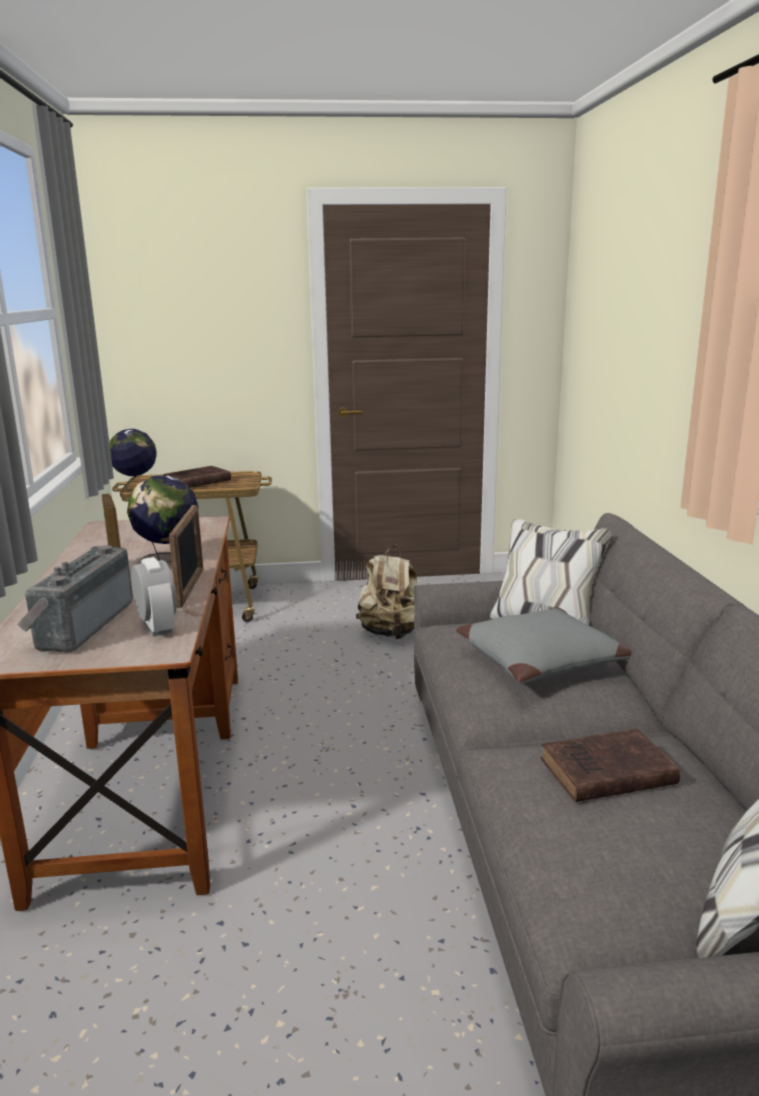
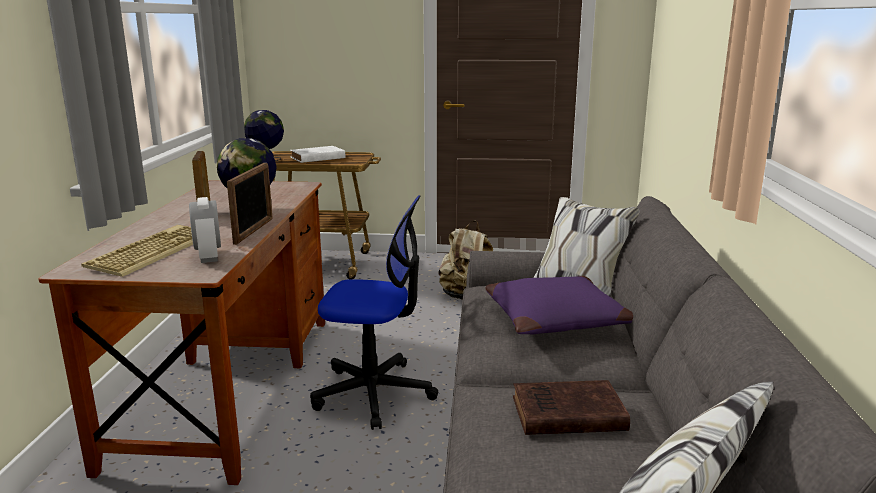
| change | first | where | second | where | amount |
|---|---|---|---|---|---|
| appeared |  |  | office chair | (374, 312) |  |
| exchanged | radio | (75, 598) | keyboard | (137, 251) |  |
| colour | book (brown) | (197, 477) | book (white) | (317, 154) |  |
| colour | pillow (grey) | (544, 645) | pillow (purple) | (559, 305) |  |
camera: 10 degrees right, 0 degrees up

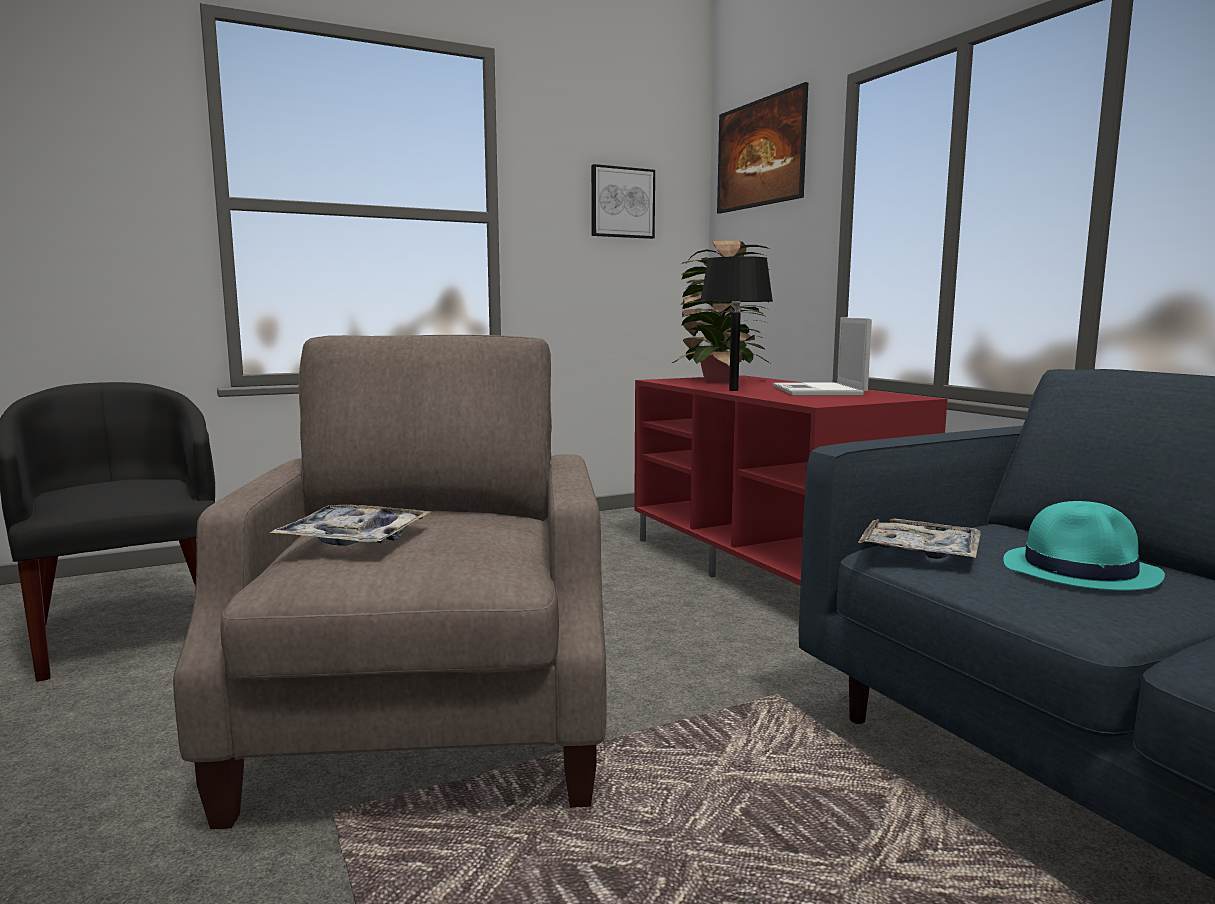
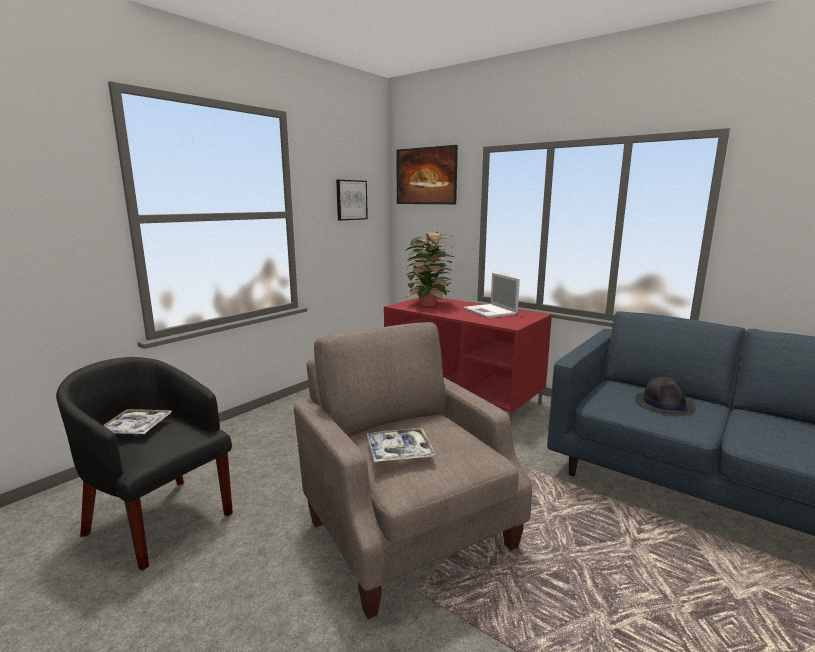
| change | first | where | second | where | amount |
|---|---|---|---|---|---|
| missing | table lamp (black) | (736, 323) |  |  |  |
| relocated | tray | (919, 539) |  | (137, 421) |  |
| colour | hat (turquoise) | (1084, 545) | hat (black) | (665, 395) |  |
camera: 25 degrees left, 5 degrees up

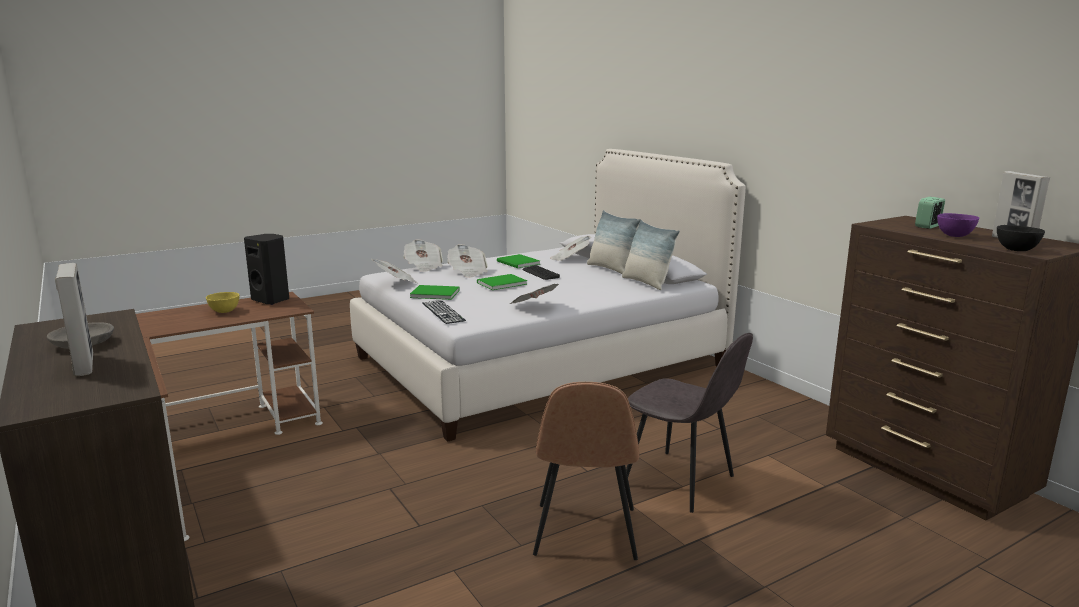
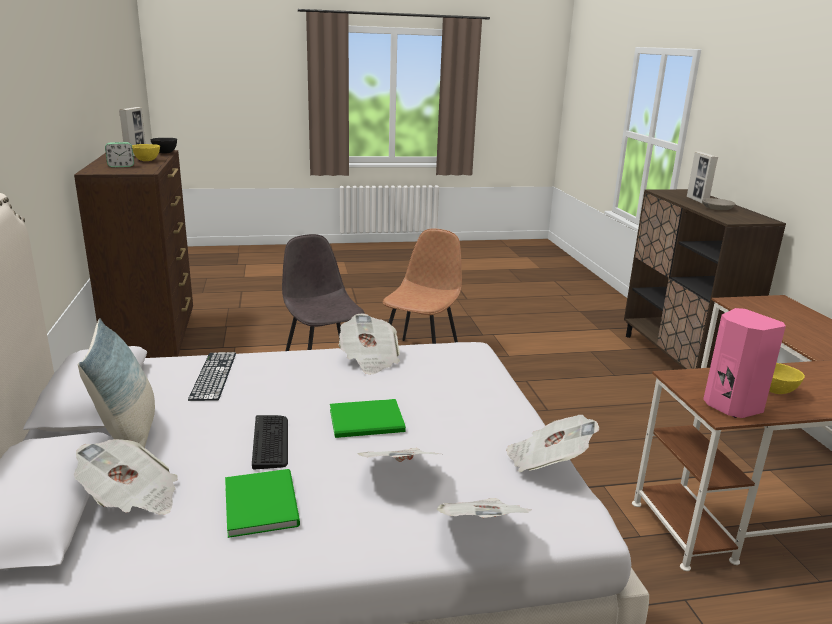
| change | first | where | second | where | amount |
|---|---|---|---|---|---|
| missing | book (green) | (435, 292) |  |  |  |
| missing | pillow | (651, 255) |  |  |  |
| relocated | keyboard | (444, 312) |  | (212, 376) |  |
| colour | speaker (black) | (266, 269) | speaker (pink) | (744, 363) |  |
| colour | bowl (purple) | (958, 225) | bowl (yellow) | (146, 152) |  |
camera: 160 degrees left, 5 degrees up

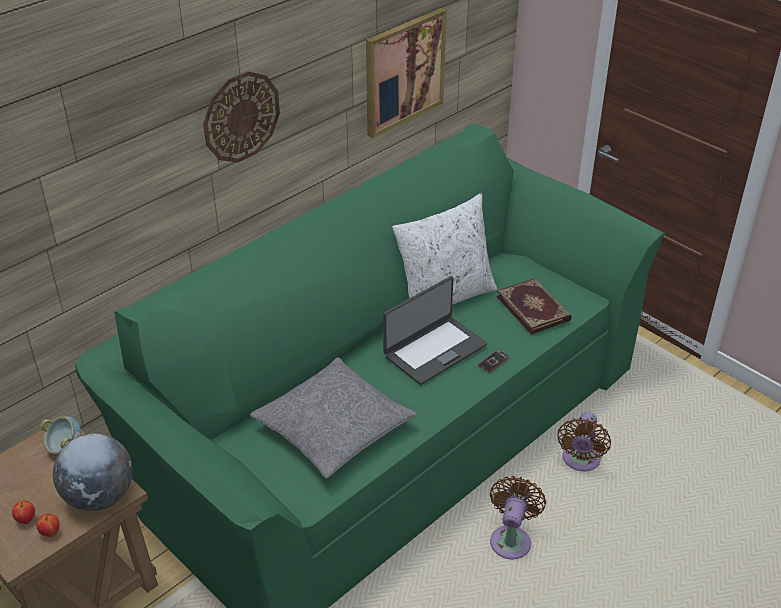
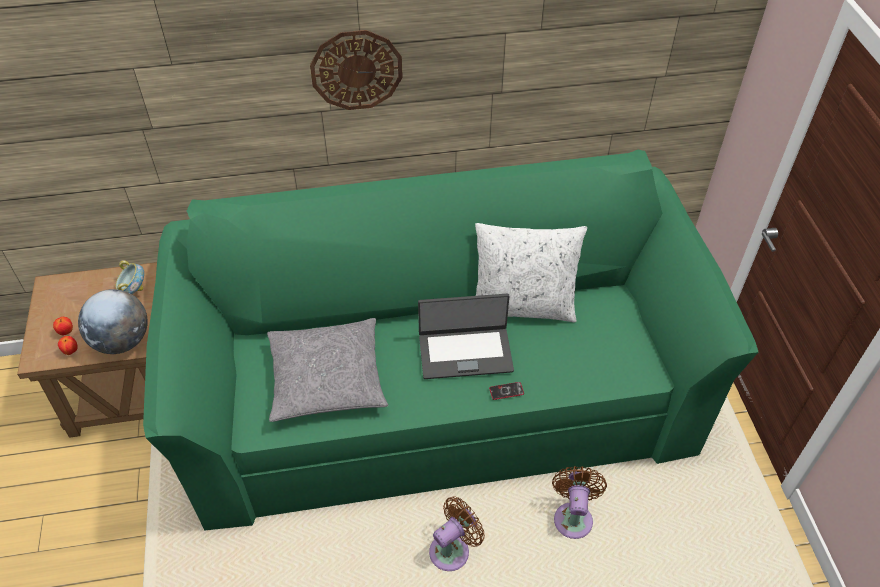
| change | first | where | second | where | amount |
|---|---|---|---|---|---|
| missing | picture | (406, 73) |  |  |  |
| missing | book | (534, 306) |  |  |  |
| spun | fan (brown) | (584, 441) |  | (579, 502) | 135 degrees clockwise |
camera: 35 degrees right, 10 degrees up

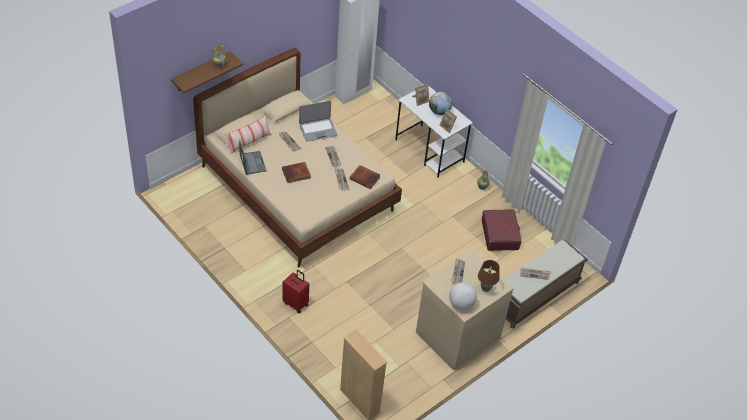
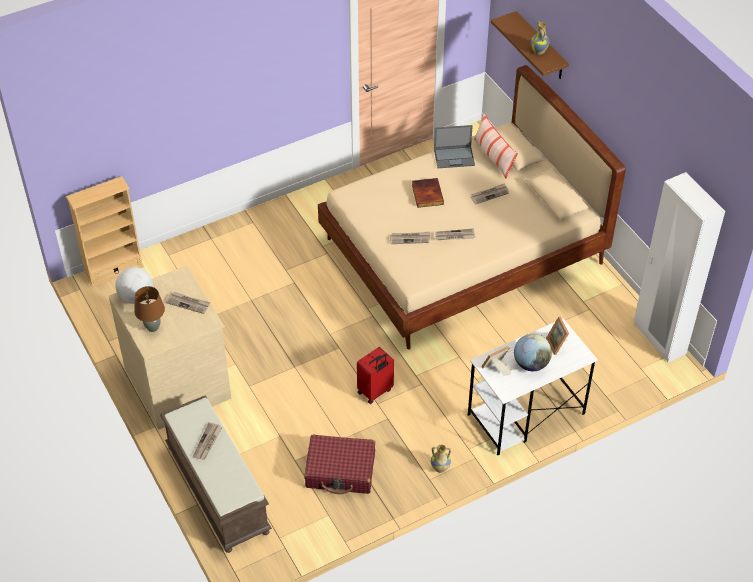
| change | first | where | second | where | amount |
|---|---|---|---|---|---|
| missing | laptop | (318, 121) |  |  |  |
| missing | book | (365, 177) |  |  |  |
| relocated | suitcase (red) | (295, 291) |  | (375, 375) |  |
camera: 105 degrees right, 0 degrees up

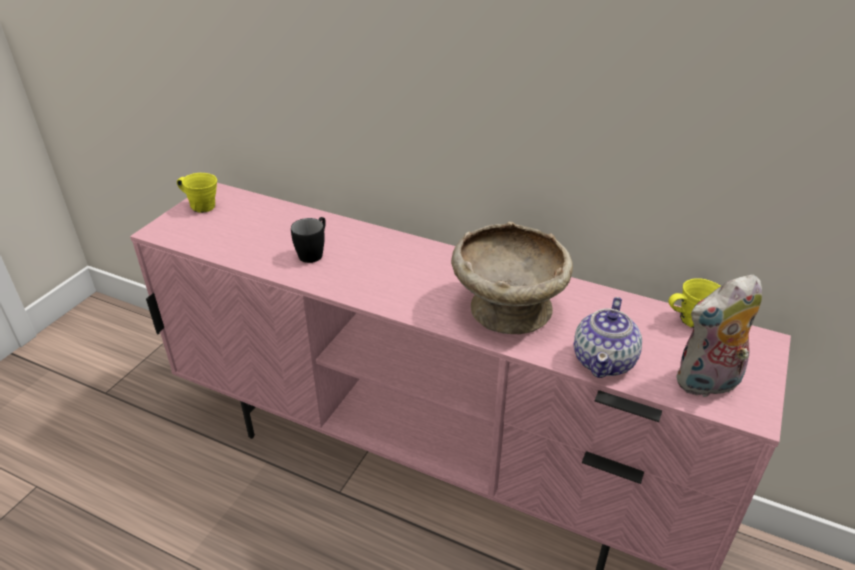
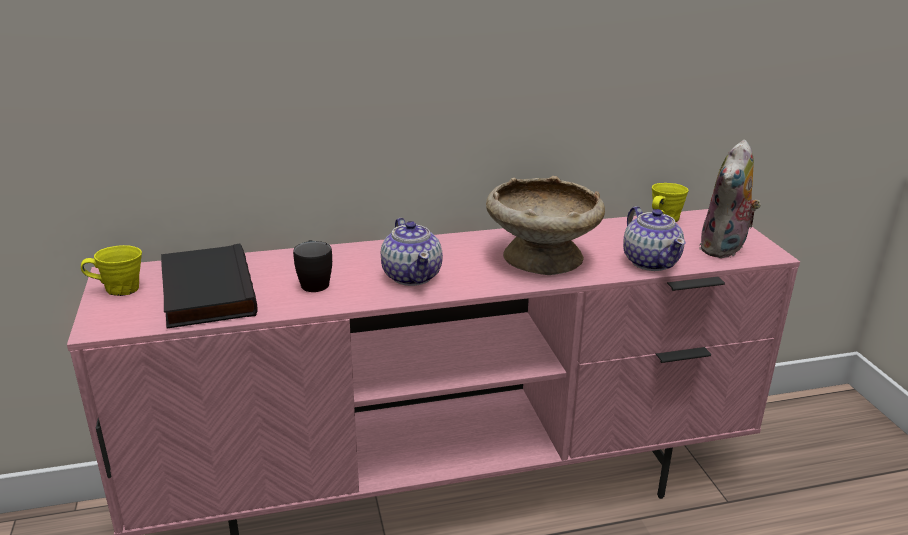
| change | first | where | second | where | amount |
|---|---|---|---|---|---|
| appeared |  |  | book (black) | (209, 286) |  |
| appeared |  |  | teapot | (412, 252) |  |
camera: 40 degrees left, 10 degrees down

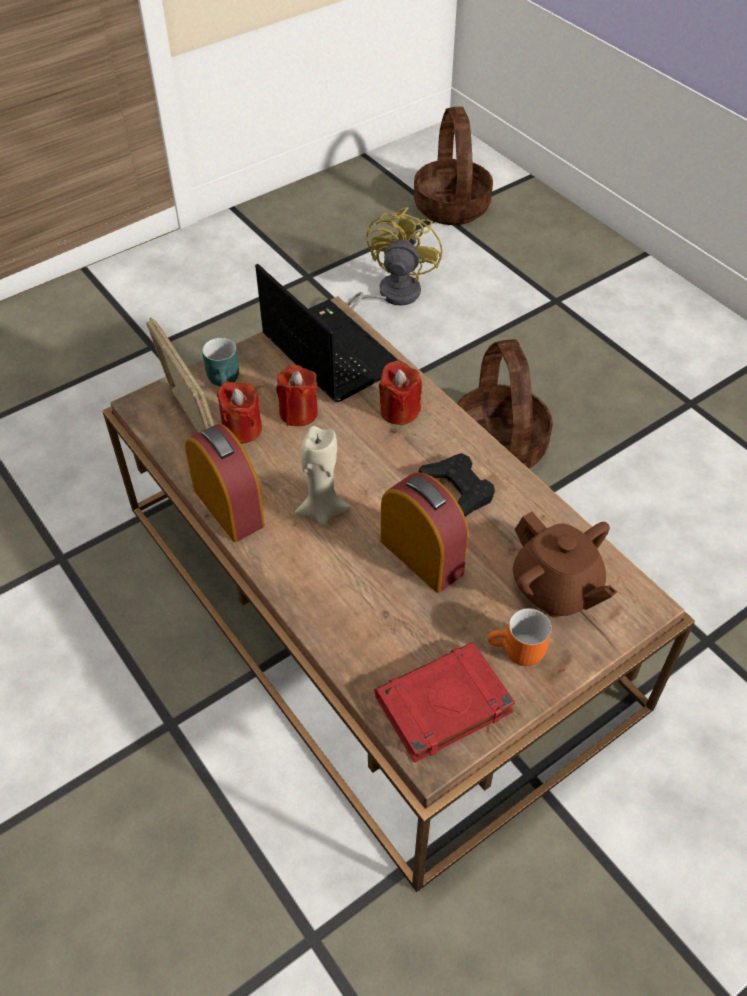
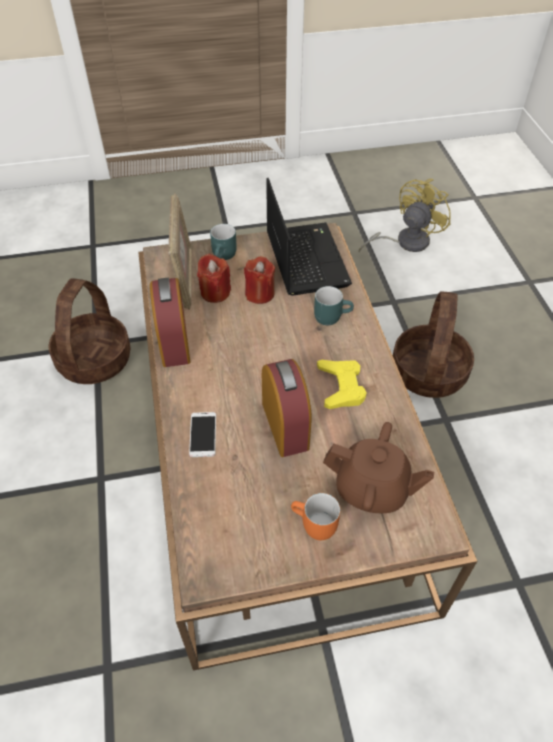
| change | first | where | second | where | amount |
|---|---|---|---|---|---|
| missing | candle (beige) | (323, 476) |  |  |  |
| missing | book (red) | (444, 702) |  |  |  |
| appeared |  |  | phone | (202, 434) |  |
| relocated | basket | (453, 166) |  | (90, 331) |  |
| exchanged | candle (red) | (400, 392) | mug (turquoise) | (334, 305) |  |
| colour | game controller (black) | (457, 485) | game controller (yellow) | (342, 384) |  |
| spun | teapot (brown) | (565, 565) |  | (378, 467) | 60 degrees counterclockwise |
camera: 25 degrees right, 0 degrees up

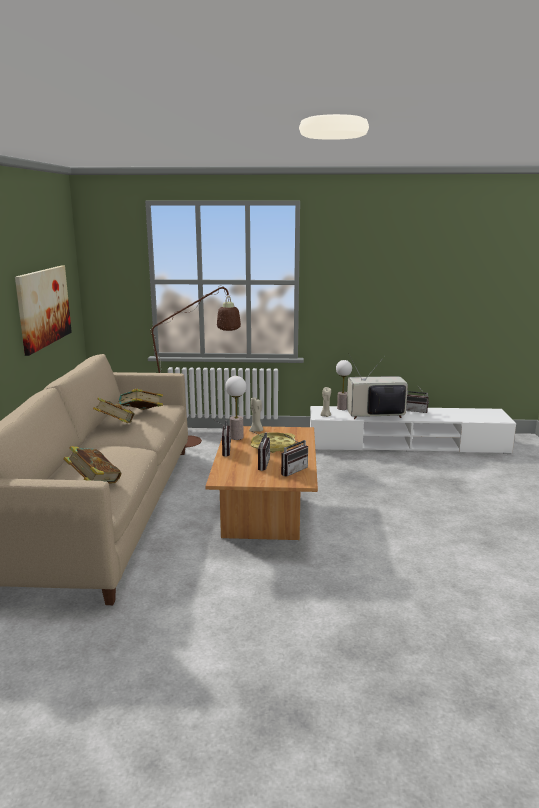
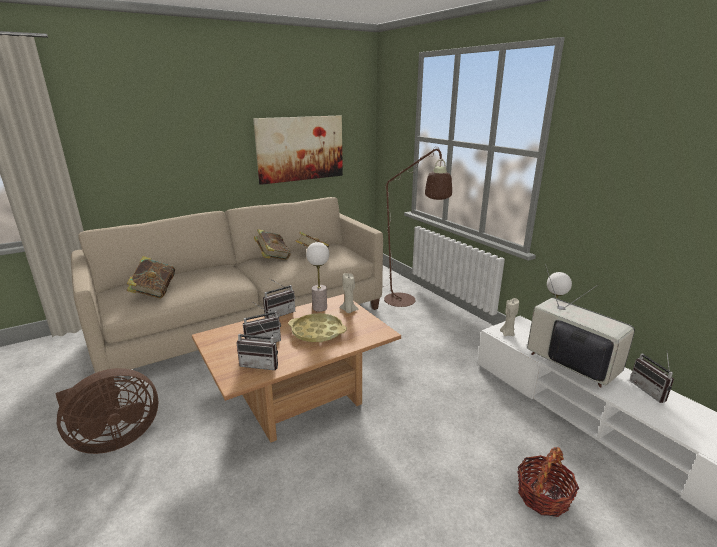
| change | first | where | second | where | amount |
|---|---|---|---|---|---|
| appeared |  |  | fan (brown) | (106, 411) |  |
| appeared |  |  | basket | (548, 482) |  |
camera: 55 degrees right, 5 degrees up

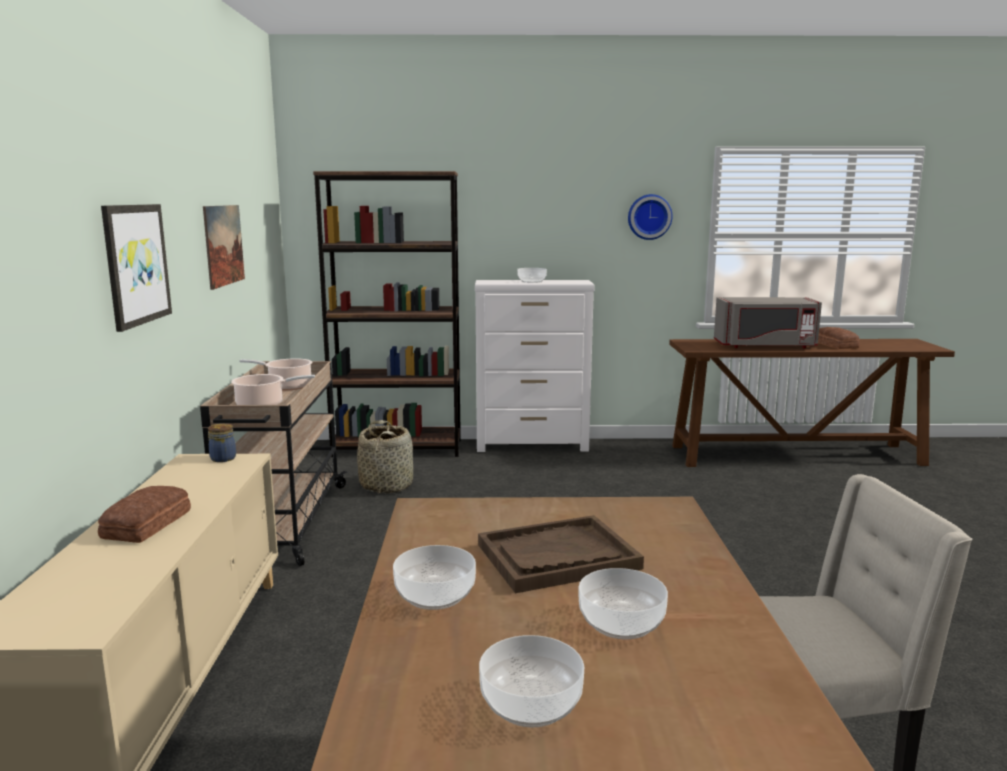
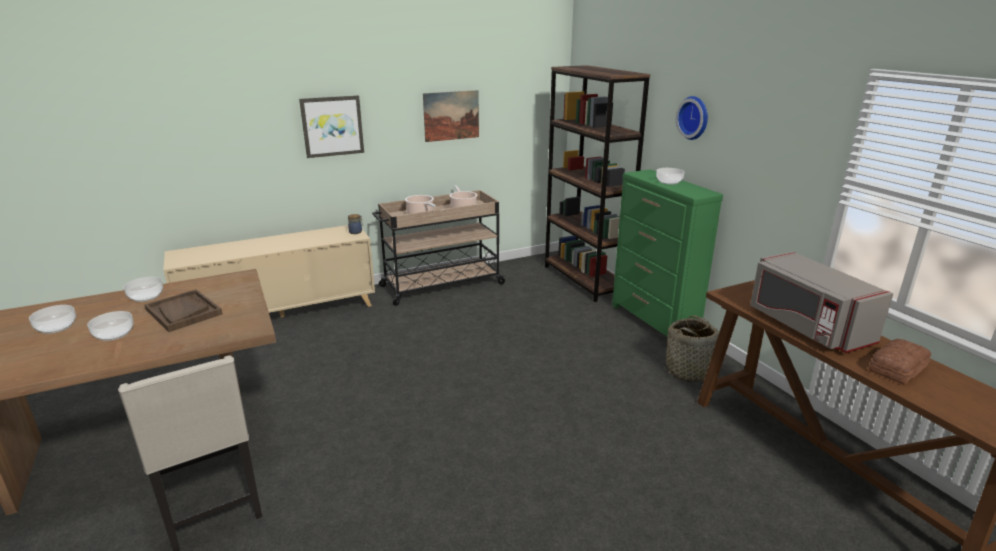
| change | first | where | second | where | amount |
|---|---|---|---|---|---|
| missing | bread | (144, 514) |  |  |  |
| relocated | basket | (385, 456) |  | (691, 348) |  |
| relocated | wall clock | (650, 217) |  | (692, 118) |  |
| colour | dresser (white) | (535, 366) | dresser (green) | (667, 252) |  |
camera: 65 degrees right, 10 degrees up

